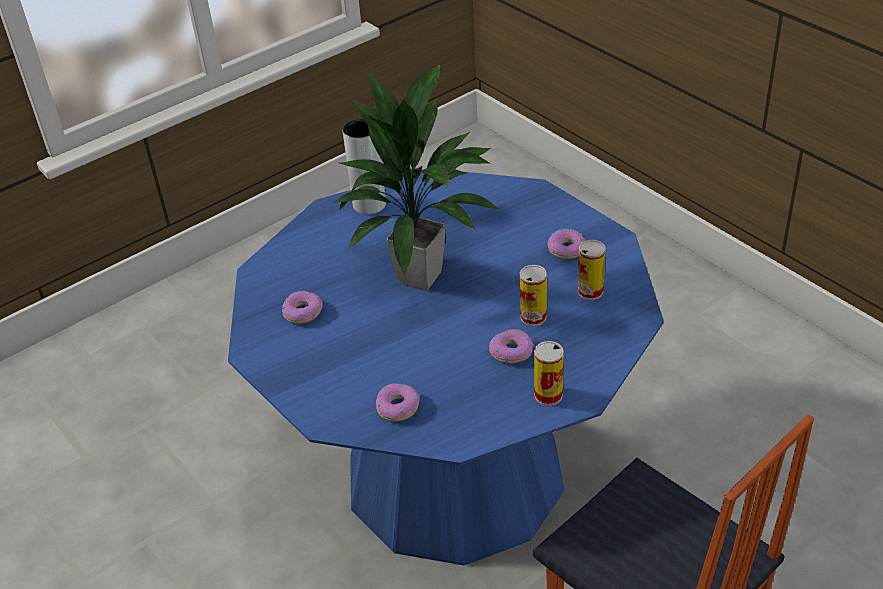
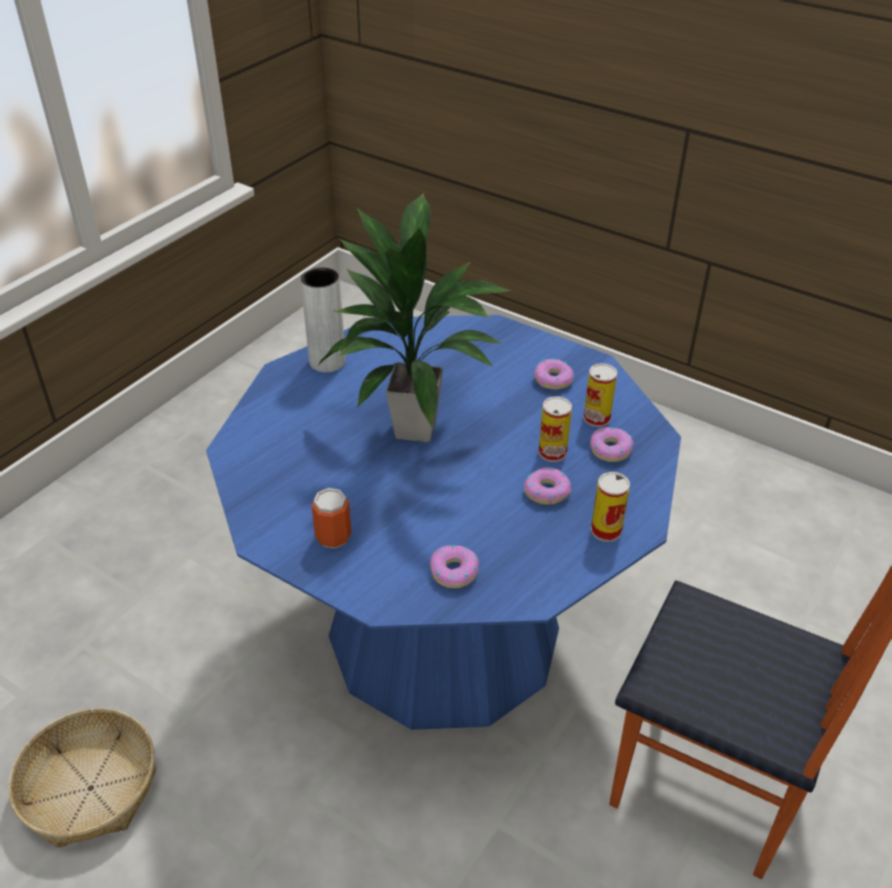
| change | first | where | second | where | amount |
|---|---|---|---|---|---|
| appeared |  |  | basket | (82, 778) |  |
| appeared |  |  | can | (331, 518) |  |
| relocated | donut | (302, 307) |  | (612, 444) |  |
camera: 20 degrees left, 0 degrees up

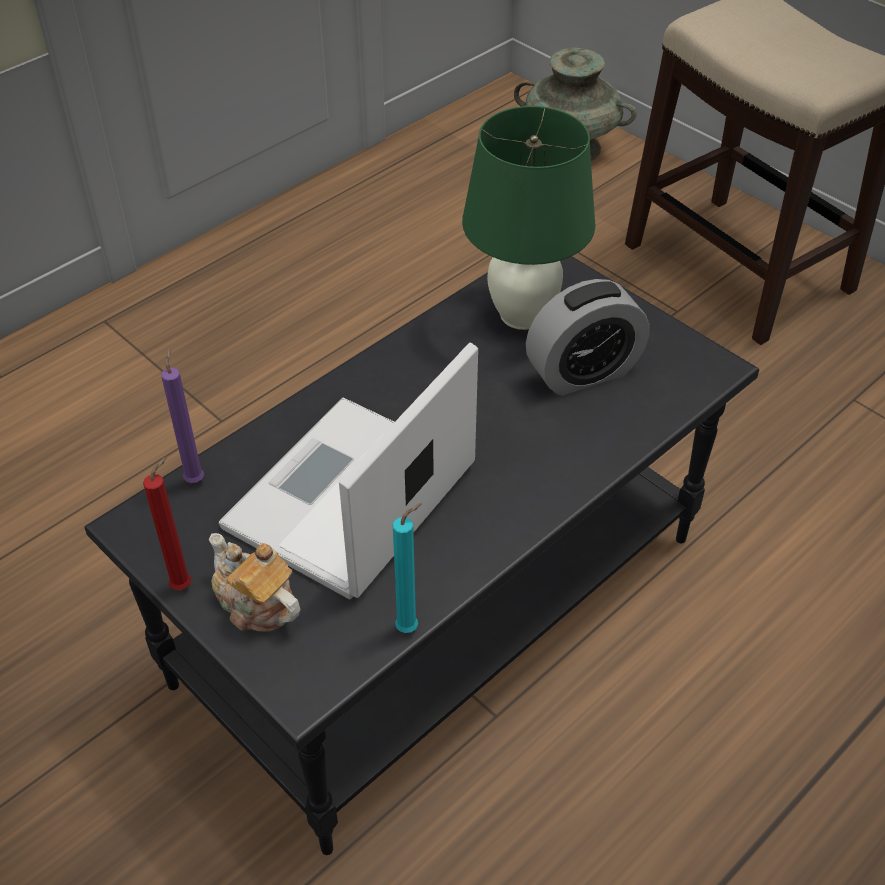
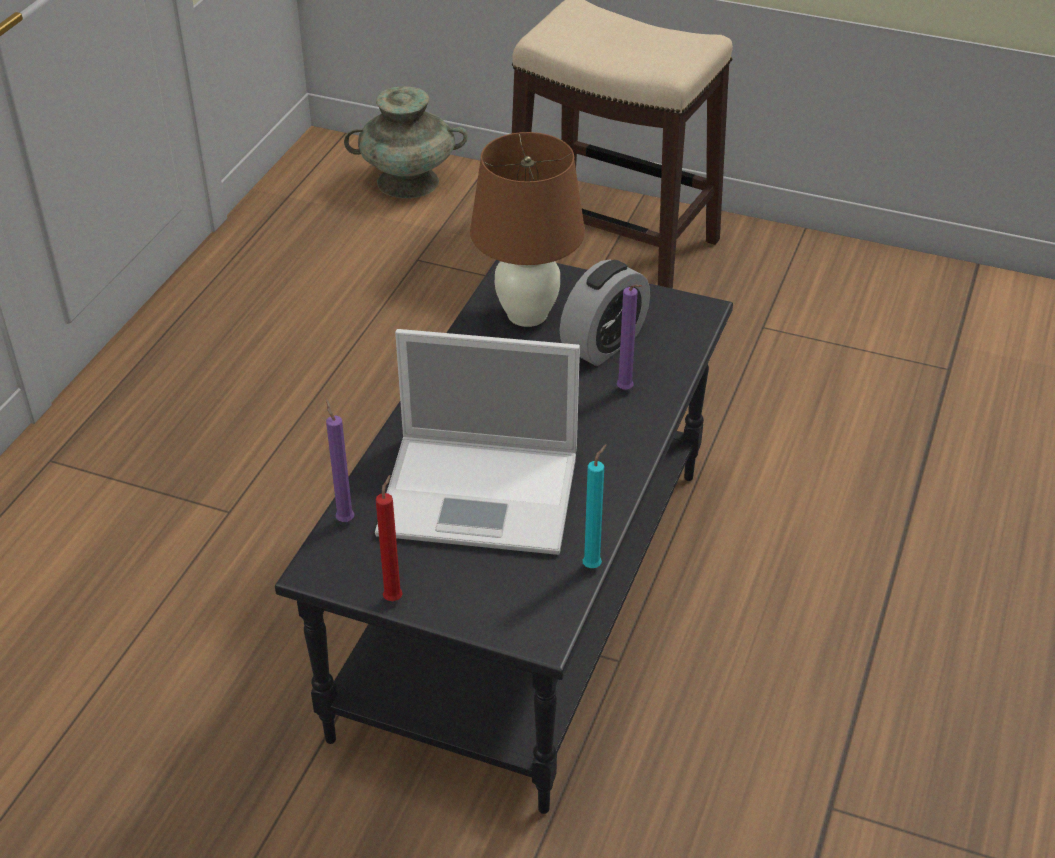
| change | first | where | second | where | amount |
|---|---|---|---|---|---|
| missing | teapot | (254, 582) |  |  |  |
| appeared |  |  | candle (purple) | (629, 337) |  |
| colour | table lamp (green) | (528, 218) | table lamp (brown) | (527, 229) |  |
| spun | laptop | (348, 471) |  | (477, 442) | 90 degrees counterclockwise |
camera: 25 degrees left, 5 degrees down

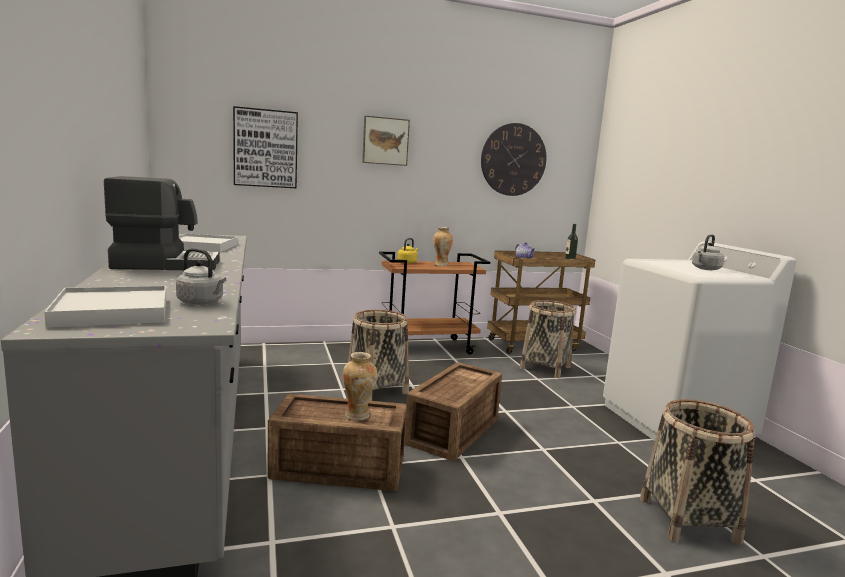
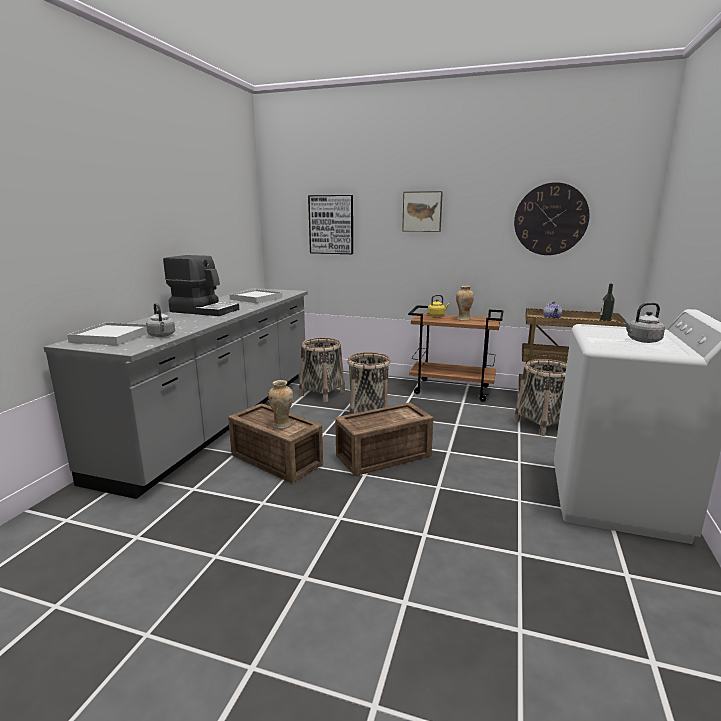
| change | first | where | second | where | amount |
|---|---|---|---|---|---|
| relocated | basket | (697, 472) |  | (322, 370) |  |
camera: 35 degrees right, 5 degrees up

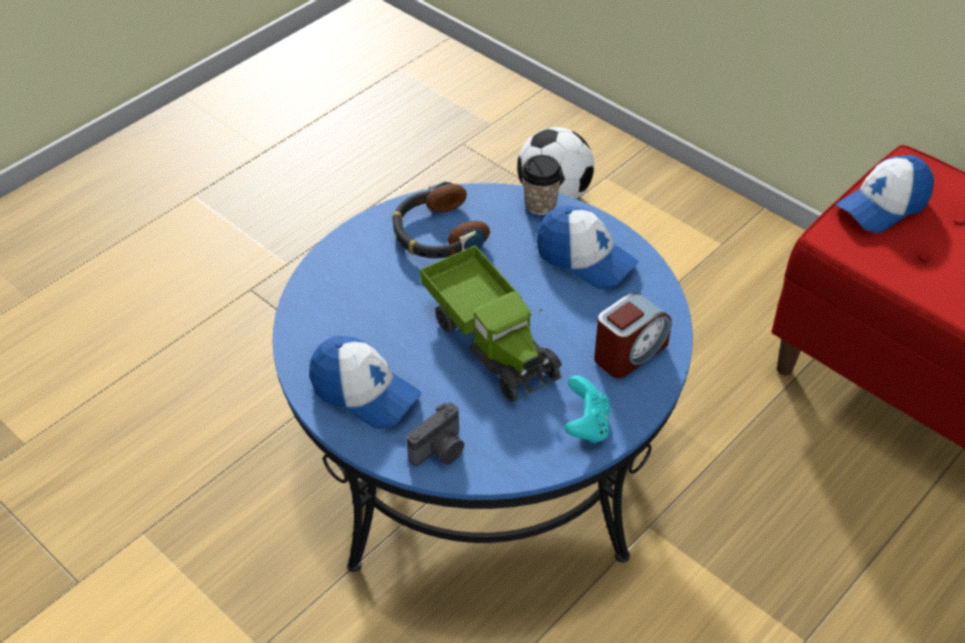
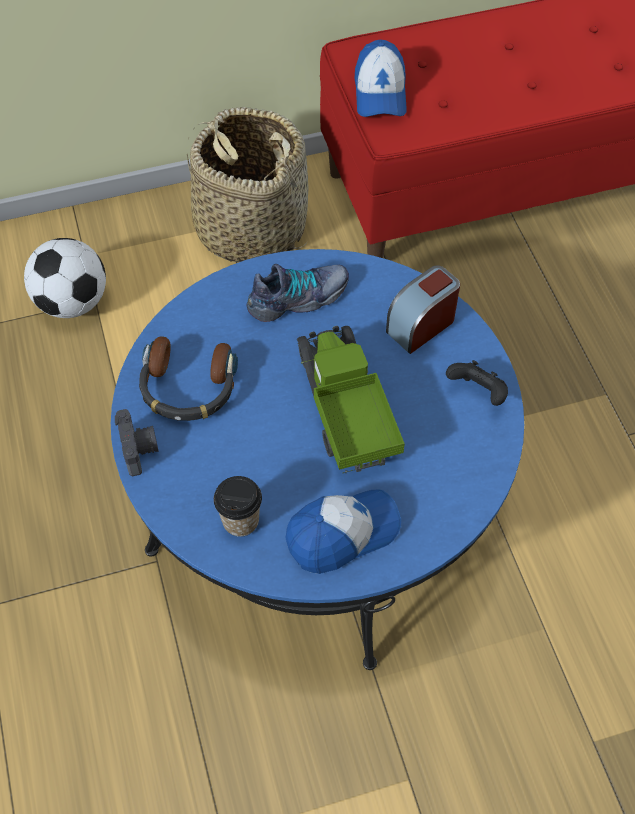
| change | first | where | second | where | amount |
|---|---|---|---|---|---|
| appeared |  |  | basket | (248, 184) |  |
| relocated | photo camera | (435, 434) |  | (137, 442) |  |
| relocated | cup | (542, 185) |  | (238, 506) |  |
| exchanged | cap | (588, 247) | shoe | (298, 293) |  |
| colour | game controller (turquoise) | (587, 409) | game controller (black) | (477, 383) |  |
| spun | toy truck | (491, 323) |  | (351, 399) | 105 degrees counterclockwise |
| spun | alarm clock | (633, 335) |  | (423, 309) | 120 degrees counterclockwise |
camera: 60 degrees left, 10 degrees up

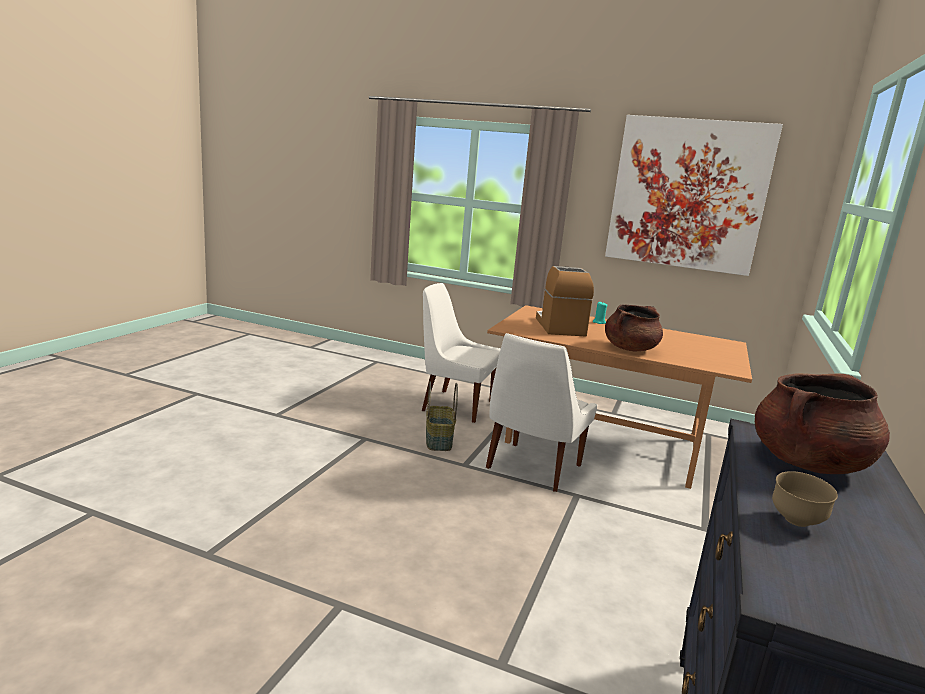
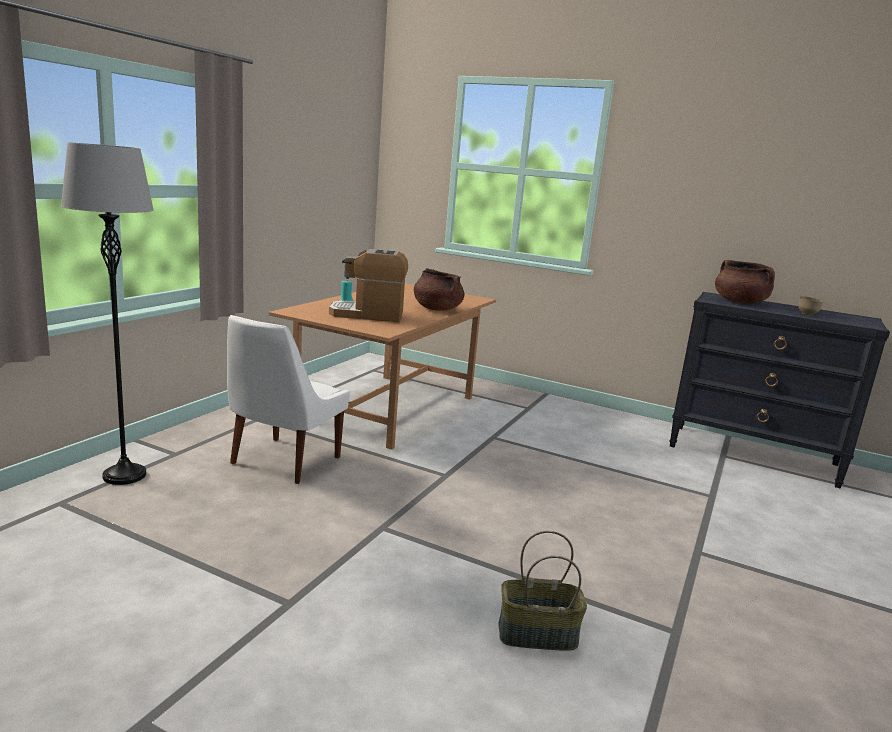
| change | first | where | second | where | amount |
|---|---|---|---|---|---|
| missing | chair (white) | (541, 412) |  |  |  |
| missing | picture | (694, 195) |  |  |  |
| appeared |  |  | floor lamp (grey) | (107, 313) |  |
| relocated | basket | (442, 416) |  | (542, 591) |  |
camera: 85 degrees left, 0 degrees up

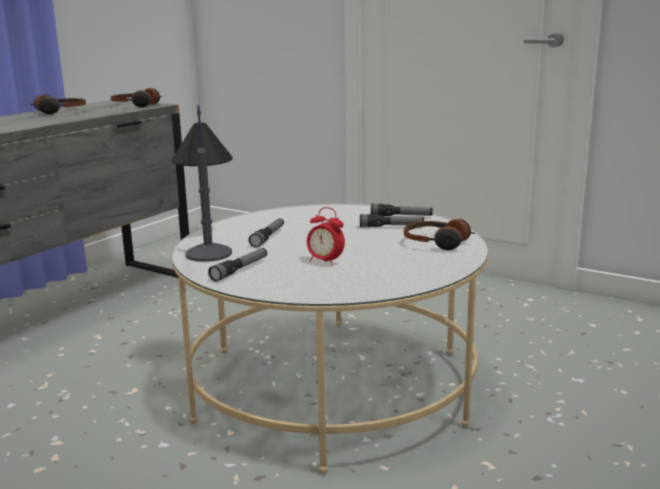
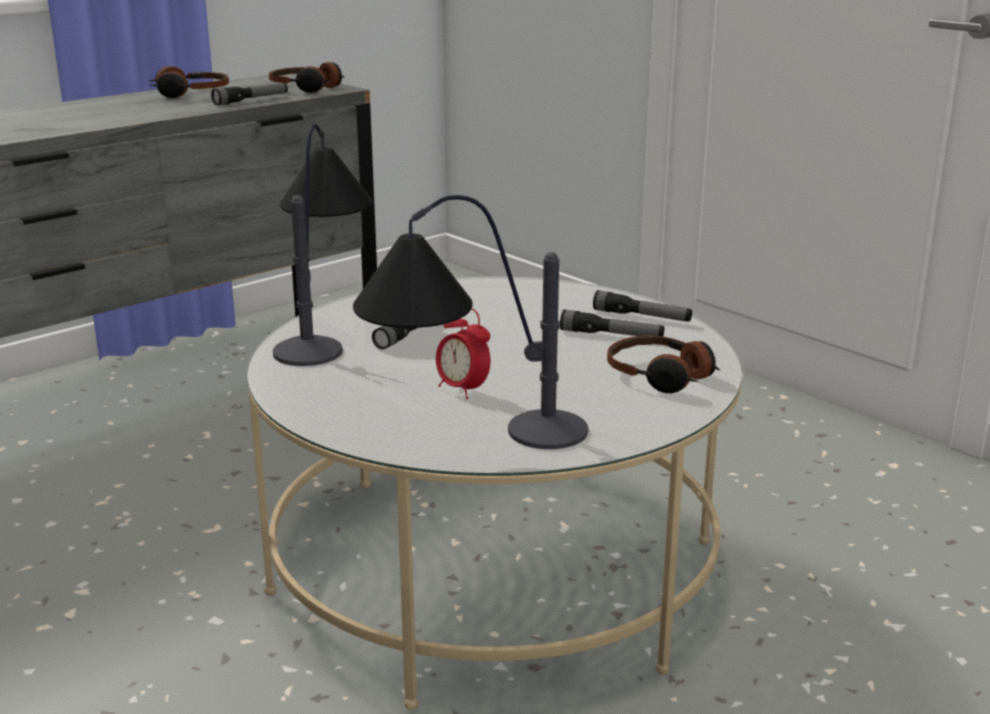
| change | first | where | second | where | amount |
|---|---|---|---|---|---|
| appeared |  |  | table lamp | (470, 322) |  |
| relocated | flashlight | (237, 265) |  | (249, 94) |  |
camera: 15 degrees right, 5 degrees up

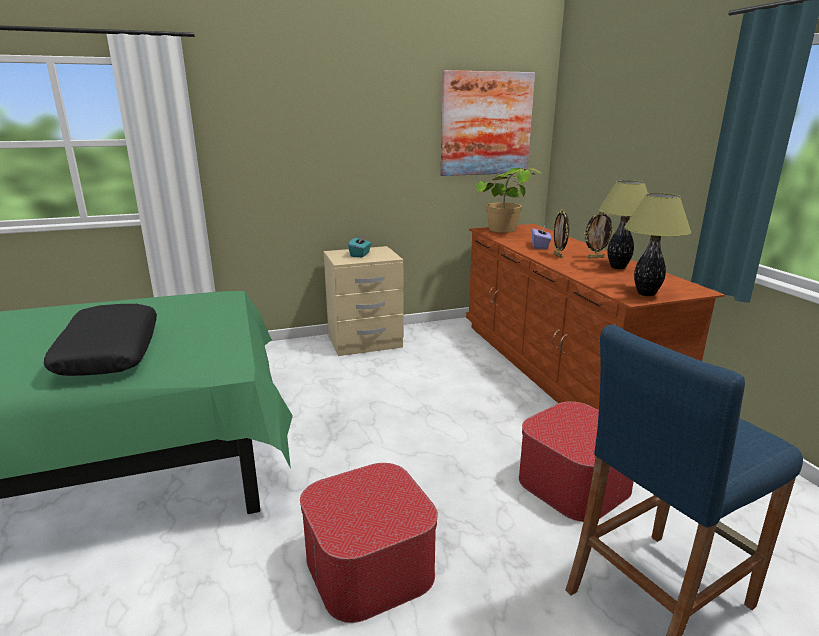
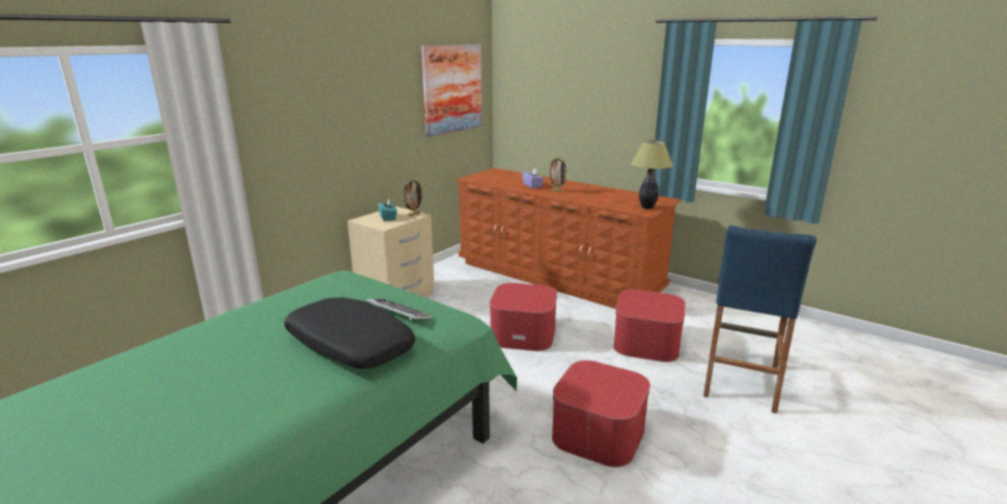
| change | first | where | second | where | amount |
|---|---|---|---|---|---|
| missing | potted plant | (509, 200) |  |  |  |
| missing | table lamp | (623, 224) |  |  |  |
| appeared |  |  | keyboard | (399, 309) |  |
| appeared |  |  | ottoman | (523, 317) |  |
| relocated | picture frame | (599, 235) |  | (413, 197) |  |
camera: 35 degrees left, 0 degrees up

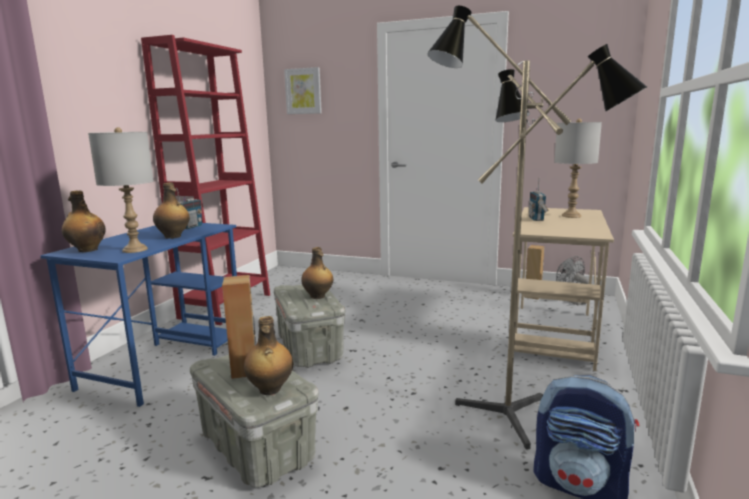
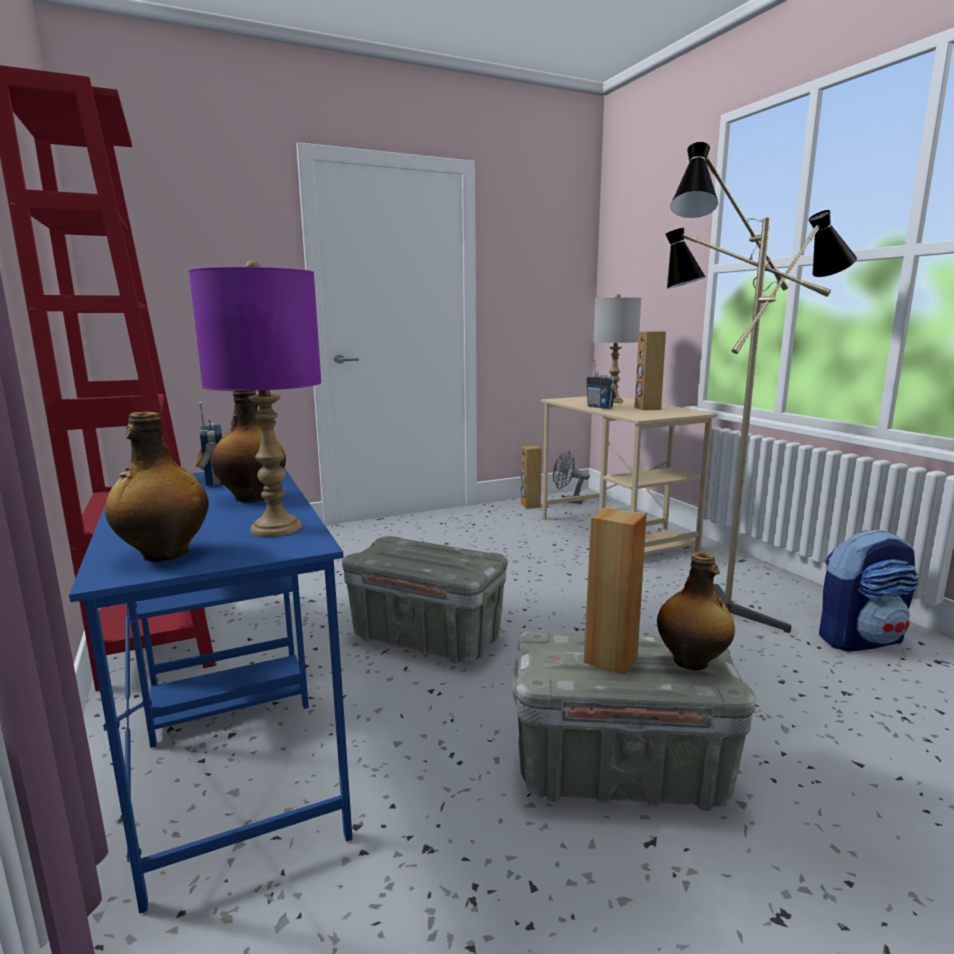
| change | first | where | second | where | amount |
|---|---|---|---|---|---|
| missing | picture | (303, 90) |  |  |  |
| missing | bottle | (317, 273) |  |  |  |
| appeared |  |  | speaker (brown) | (650, 370) |  |
| colour | table lamp (grey) | (121, 190) | table lamp (purple) | (255, 398) |  |
camera: 45 degrees left, 0 degrees up

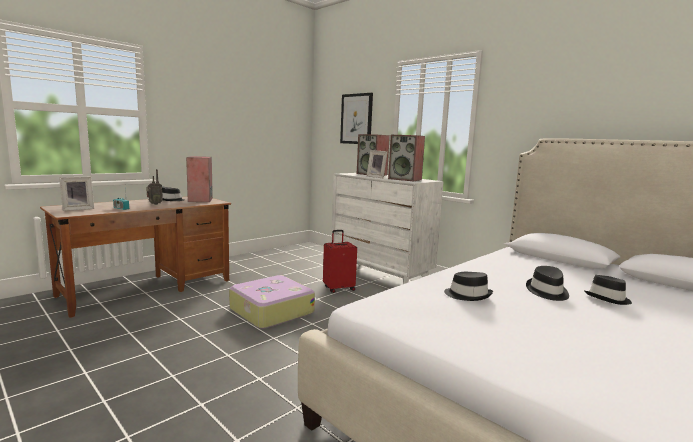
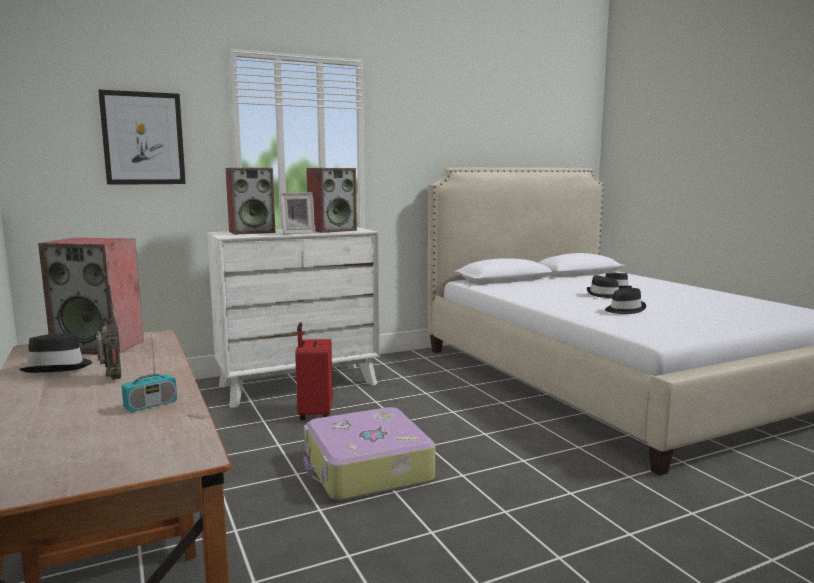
| change | first | where | second | where | amount |
|---|---|---|---|---|---|
| missing | picture frame | (76, 194) |  |  |  |
camera: 70 degrees left, 0 degrees up

